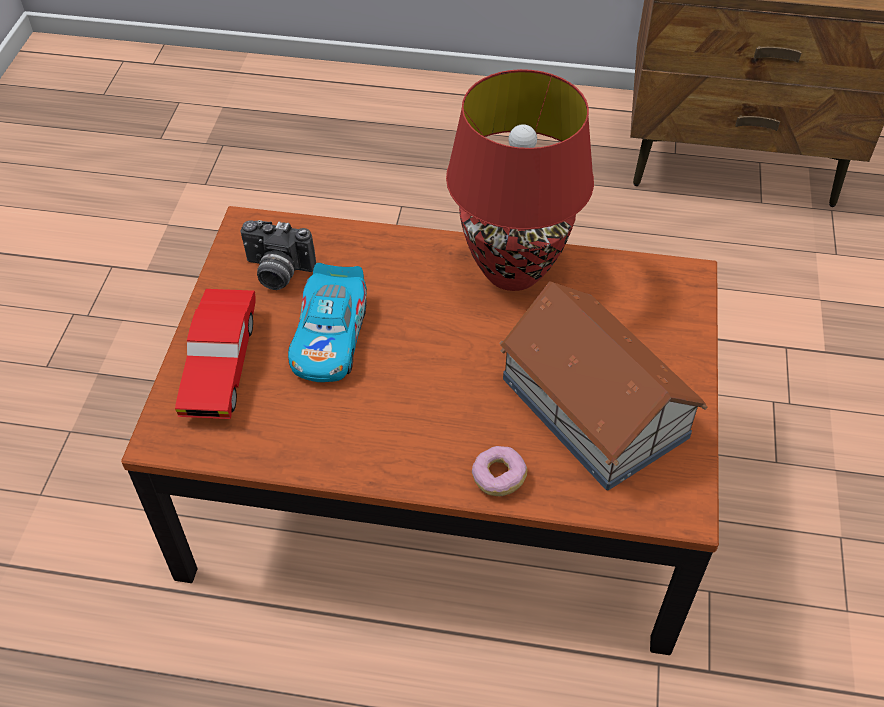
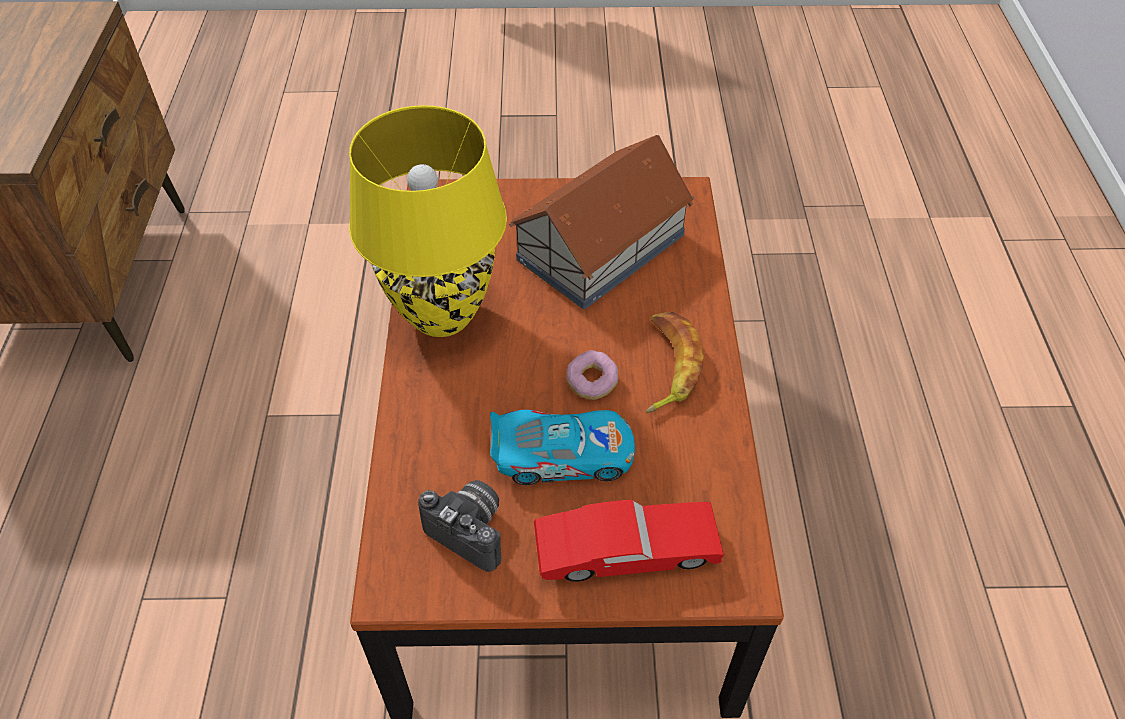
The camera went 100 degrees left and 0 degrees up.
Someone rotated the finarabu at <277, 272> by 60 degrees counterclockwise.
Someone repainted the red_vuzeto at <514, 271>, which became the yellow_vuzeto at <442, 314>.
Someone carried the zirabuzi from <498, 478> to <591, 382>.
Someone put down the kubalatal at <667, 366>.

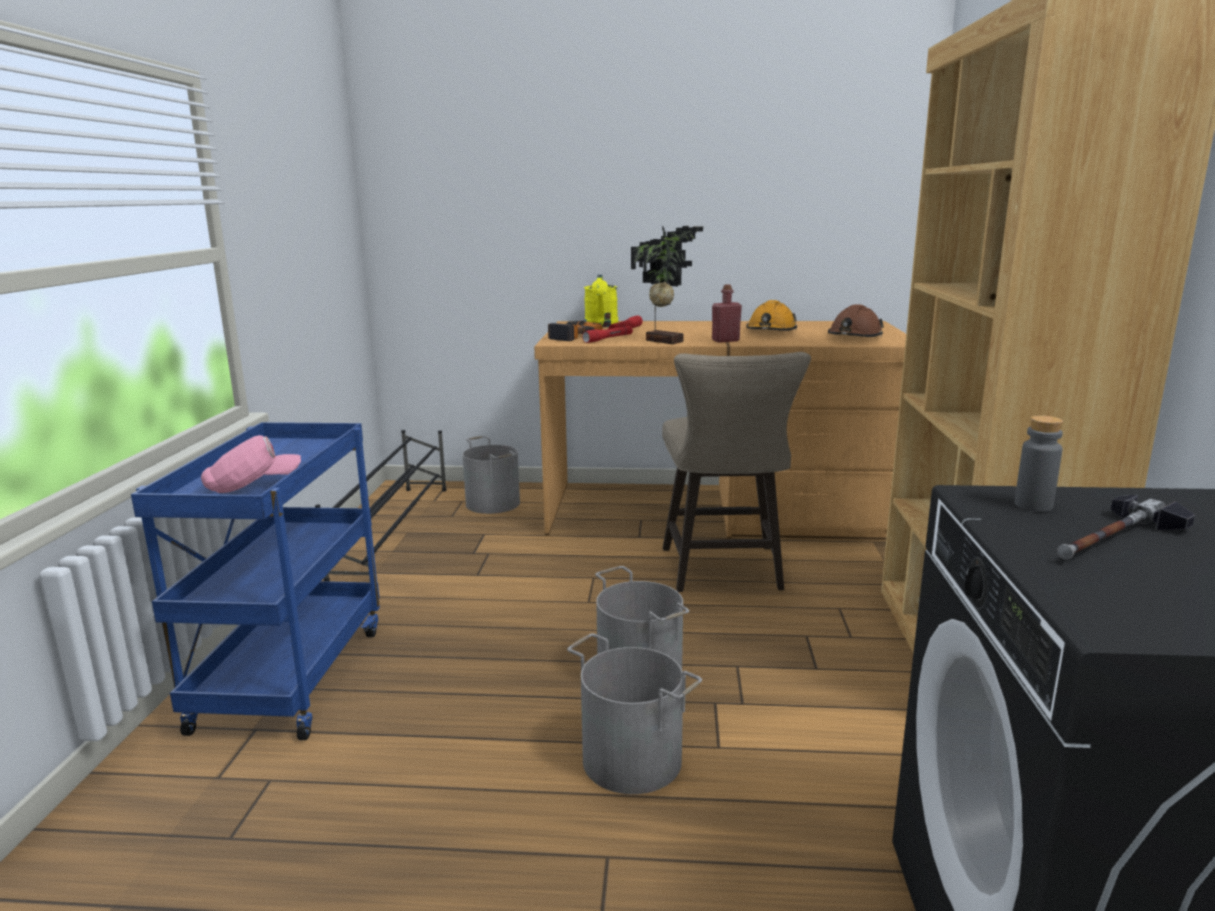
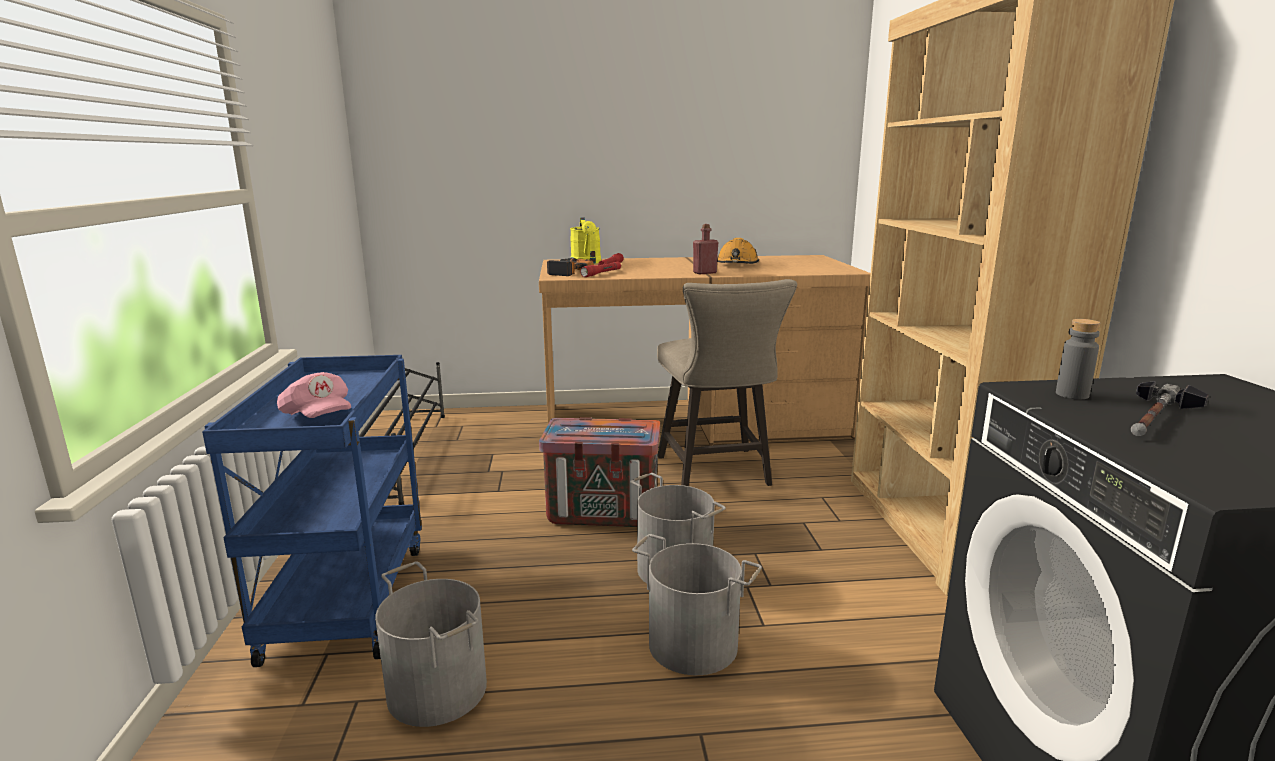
The camera went 10 degrees left and 0 degrees up.
Someone rotated the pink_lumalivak at <253, 486> by 75 degrees clockwise.
Someone carried the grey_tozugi from <493, 503> to <438, 689>.
Someone took away the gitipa at <665, 341>.
Someone took away the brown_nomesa at <854, 337>.
Someone put down the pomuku at <604, 512>.

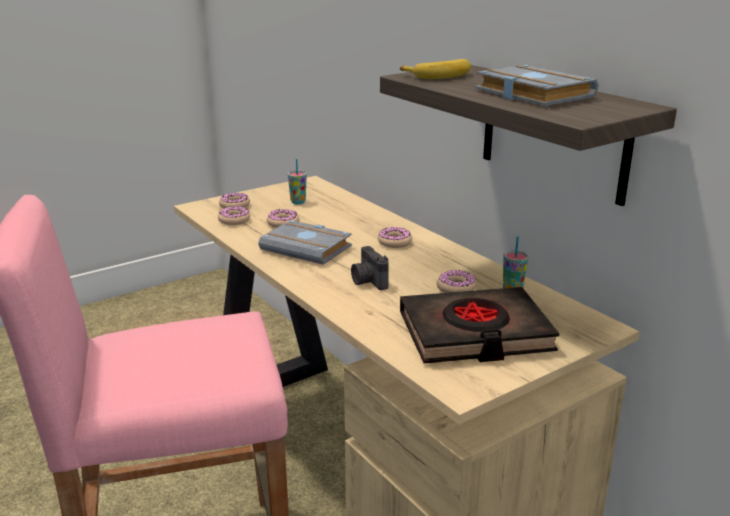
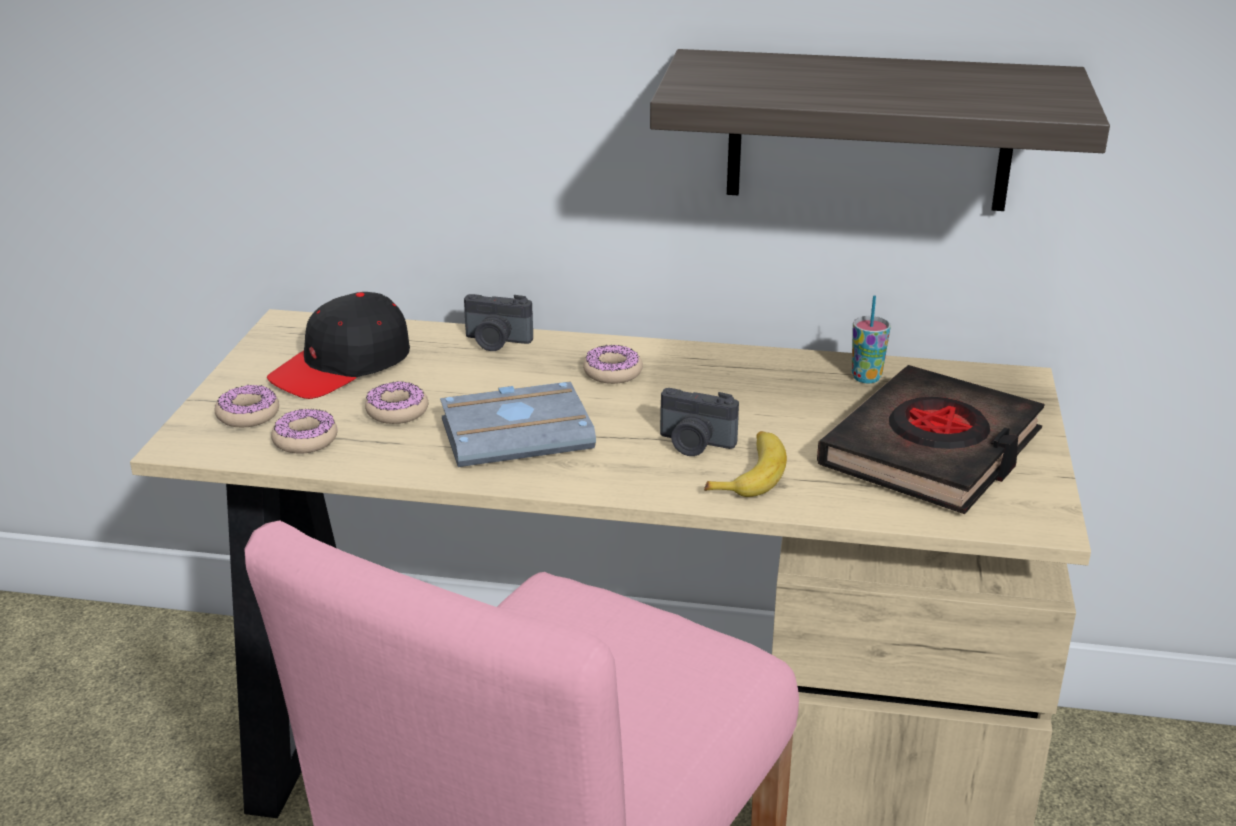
The camera went 45 degrees left and 5 degrees up.
Someone swapped the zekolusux at <298, 202> for the black_lumalivak at <342, 366>.
Someone carried the kubalatal from <440, 75> to <750, 473>.
Someone took away the zirabuzi at <456, 288>.
Someone took away the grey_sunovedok at <530, 94>.
Someone put down the finarabu at <496, 342>.

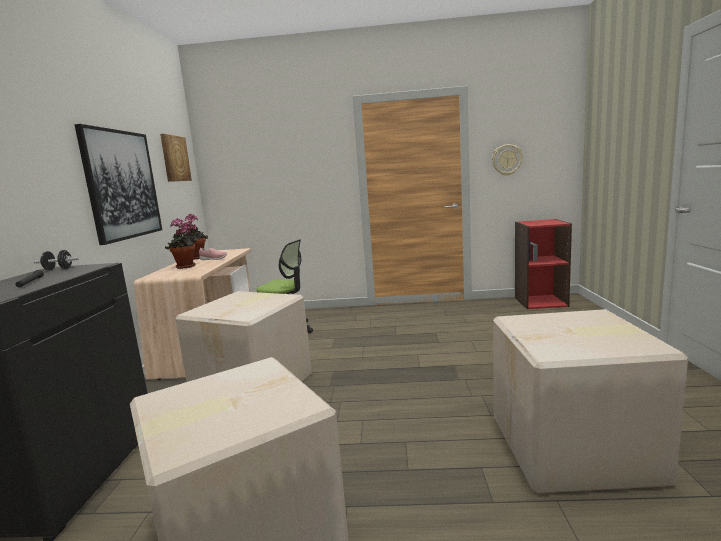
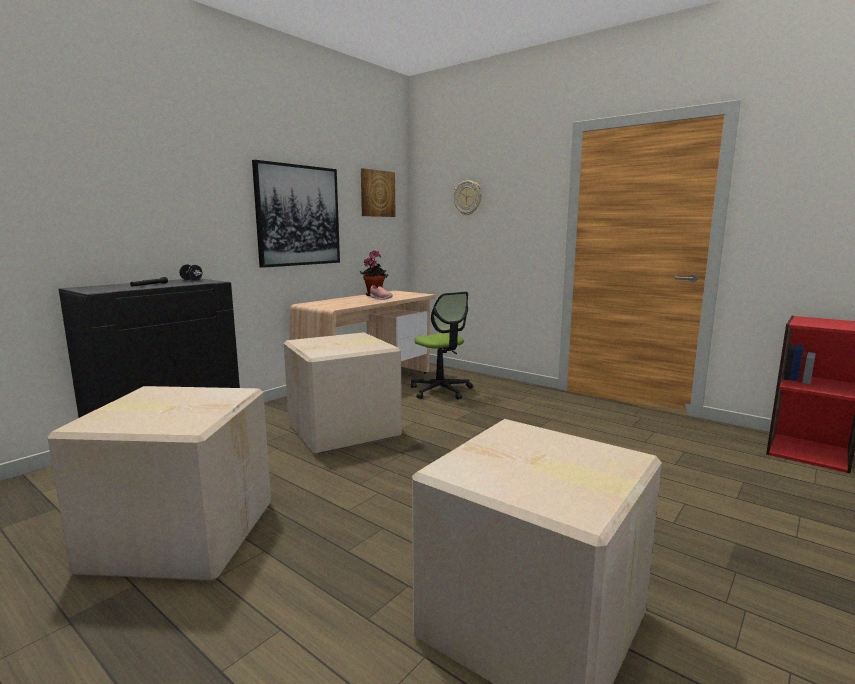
The camera went 35 degrees right and 0 degrees up.
Someone took away the gitipa at <185, 267>.
Someone carried the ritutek from <507, 160> to <468, 198>.

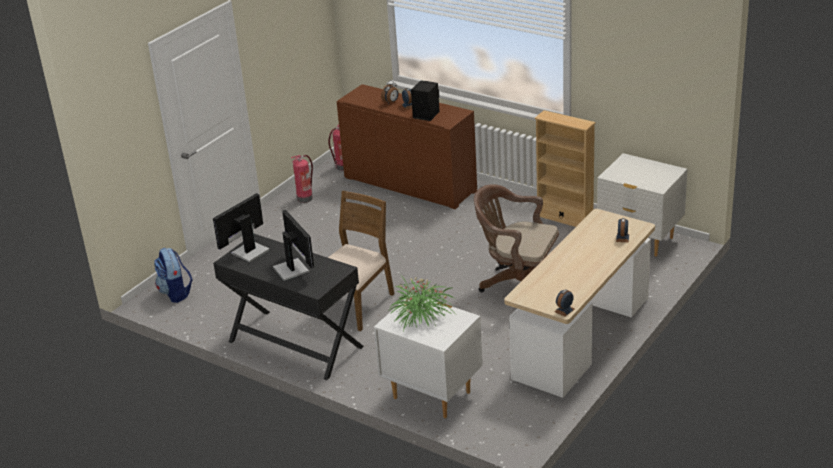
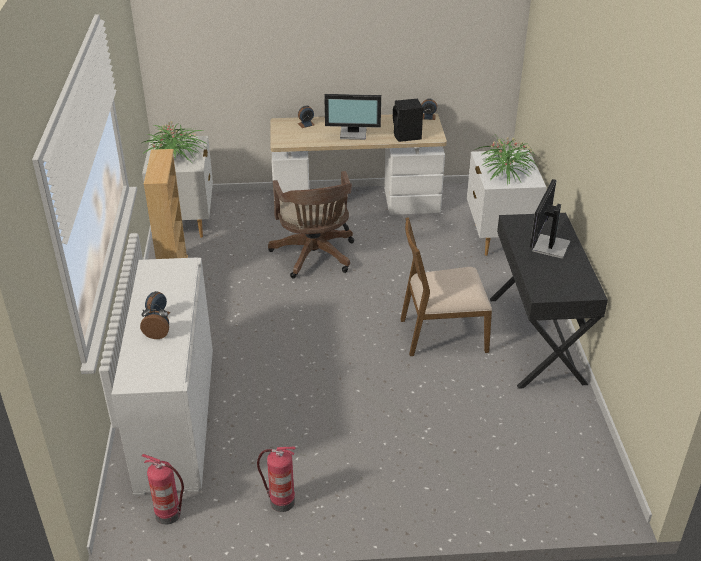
The camera went 130 degrees left and 5 degrees up.
Someone took away the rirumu at <176, 293>.
Someone carried the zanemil from <249, 251> to <353, 134>.
Someone repainted the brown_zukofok at <410, 184>, which became the white_zukofok at <176, 418>.
Someone carried the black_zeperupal from <425, 115> to <407, 136>.
Someone put down the gitipa at <174, 157>.

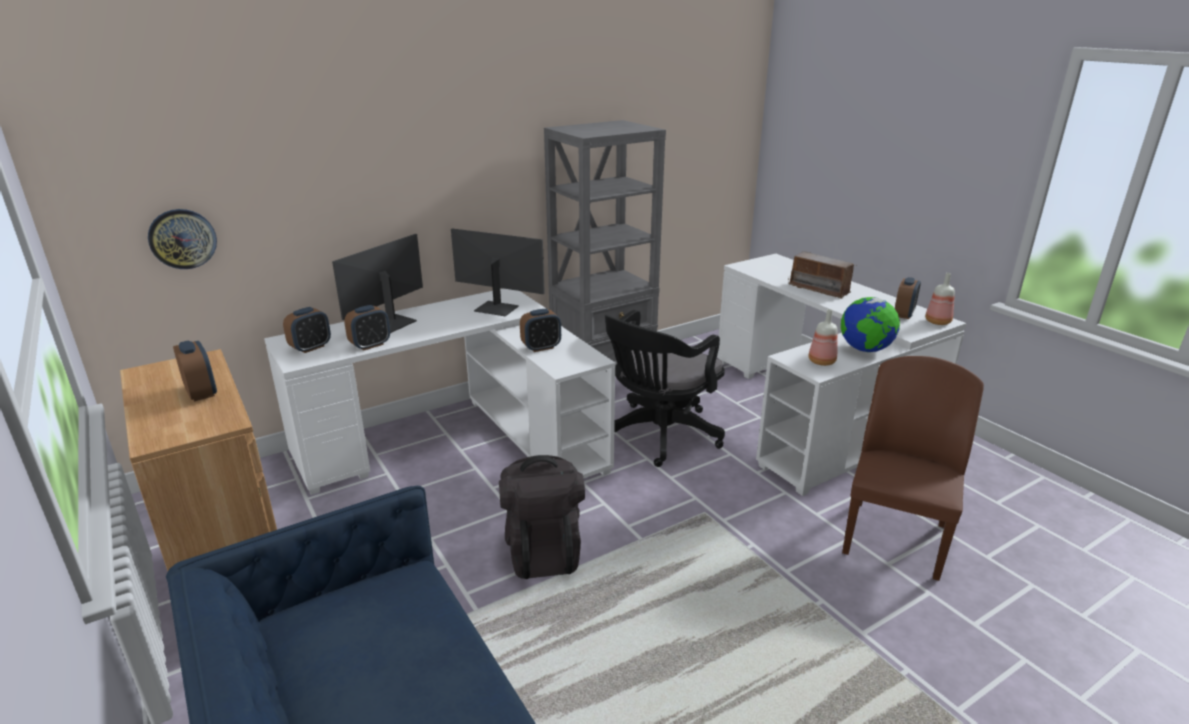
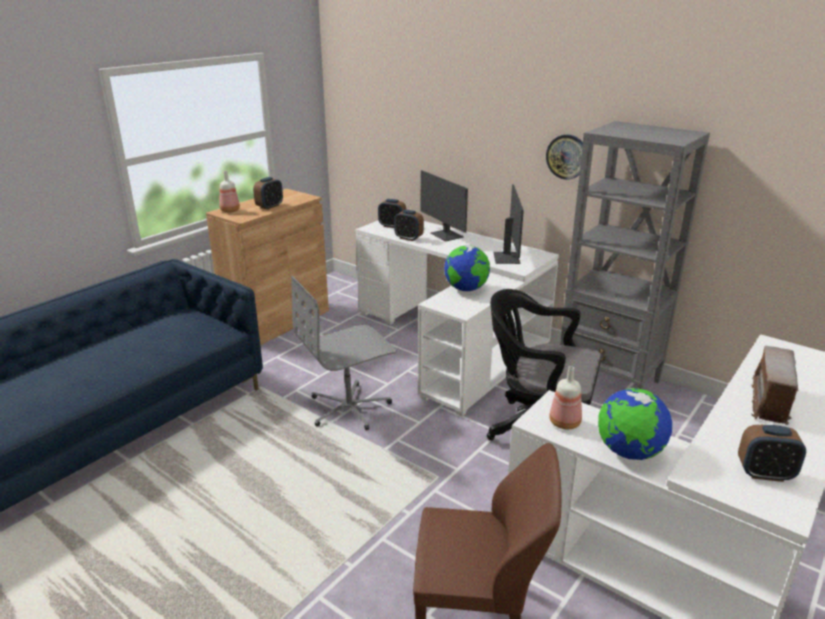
The camera went 70 degrees right and 0 degrees up.
Someone carried the ritutek from <182, 239> to <567, 156>.
Someone rotated the zanemil at <391, 323> by 135 degrees counterclockwise.
Someone swapped the black_rirumu at <543, 550> for the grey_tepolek at <349, 408>.
Someone swapped the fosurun at <541, 347> for the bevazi at <466, 289>.
Someone carried the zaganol from <938, 322> to <230, 211>.

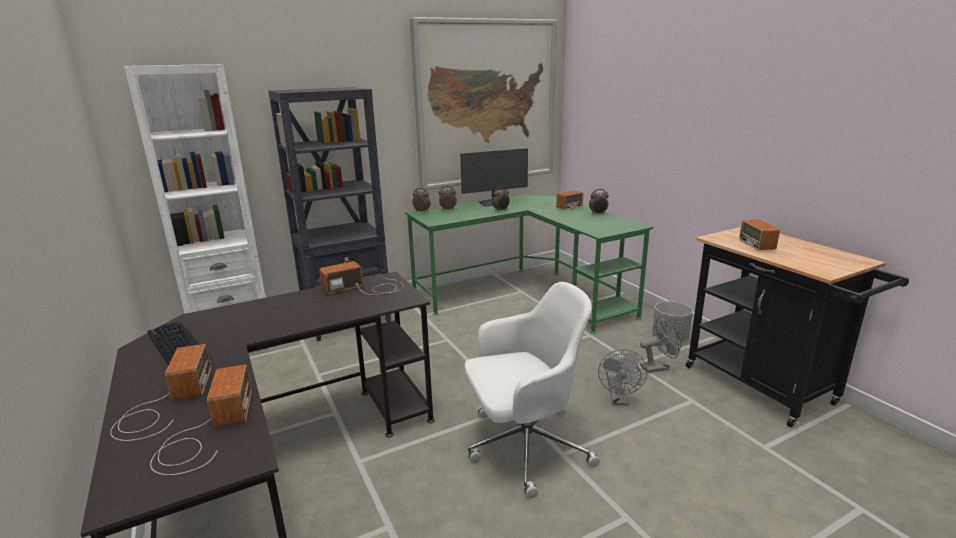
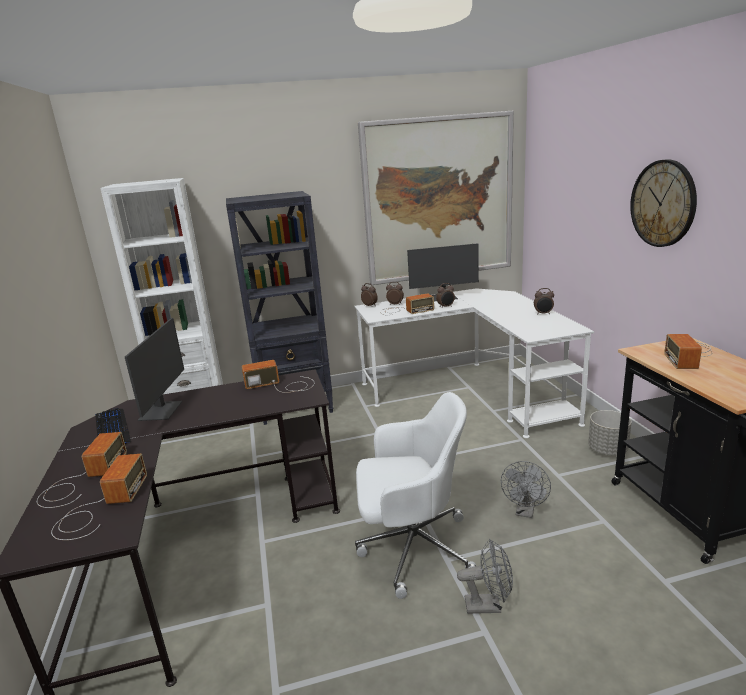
The camera went 15 degrees right and 0 degrees up.
Someone repainted the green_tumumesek at <525, 295>, which became the white_tumumesek at <471, 391>.
Someone carried the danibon from <553, 207> to <404, 311>.
Someone carried the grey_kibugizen from <658, 367> to <488, 605>.
Someone put down the zanemil at <162, 410>.
Someone put up the ritutek at <663, 203>.

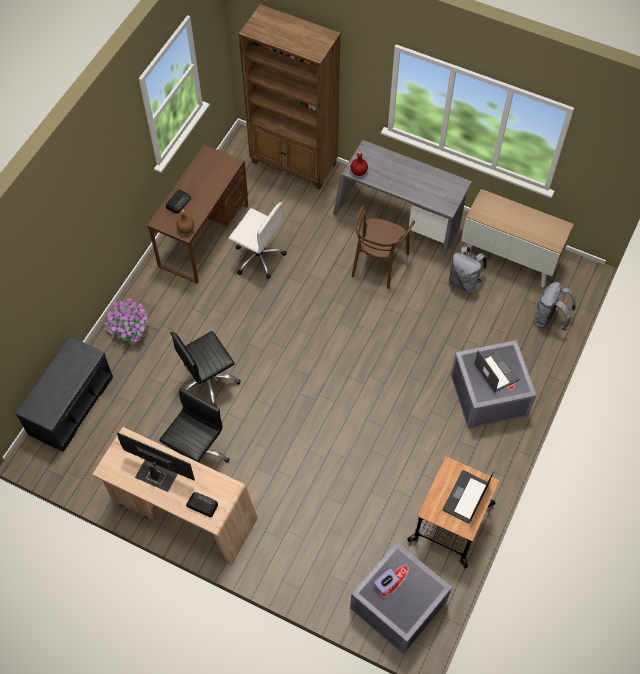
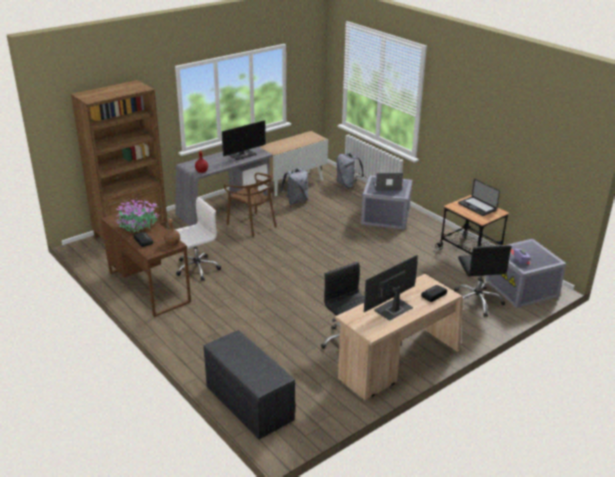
The camera went 65 degrees left and 30 degrees down.
Someone carried the gitipa from <129, 329> to <138, 226>.
Someone carried the black_tepolek from <208, 381> to <477, 301>.
Someone put down the zanemil at <243, 155>.

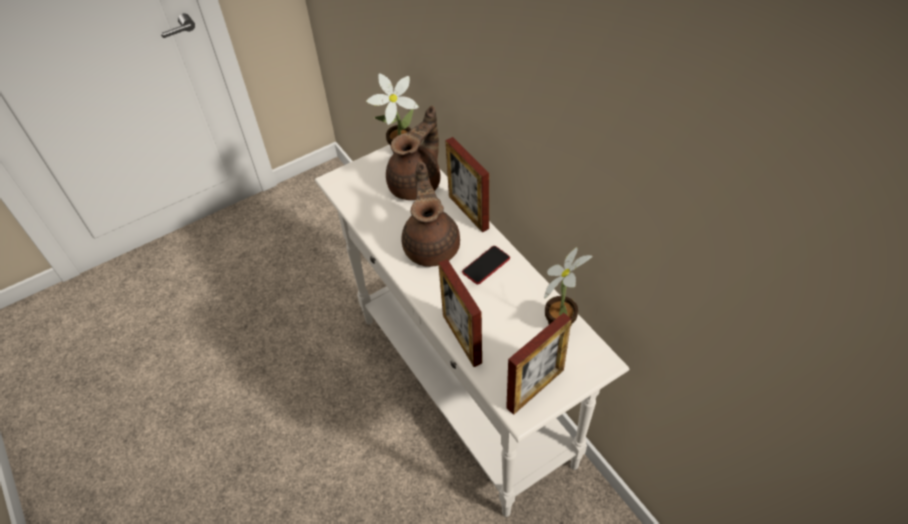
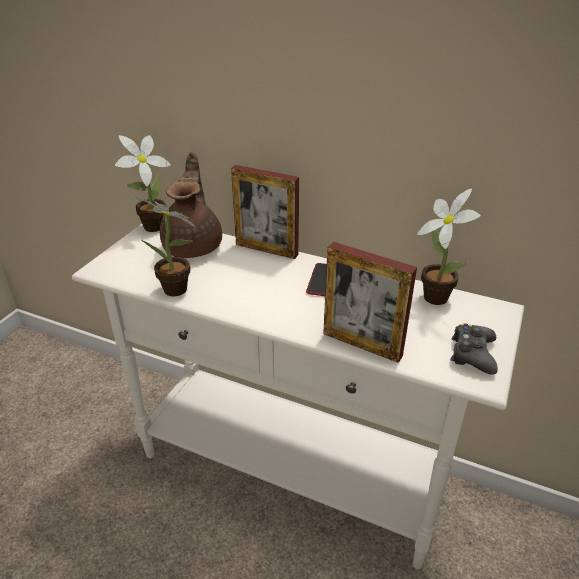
The camera went 35 degrees left and 15 degrees down.
Someone took away the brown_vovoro at <432, 245>.
Someone swapped the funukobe at <535, 388> for the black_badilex at <472, 354>.
Someone put down the gitipa at <178, 291>.

